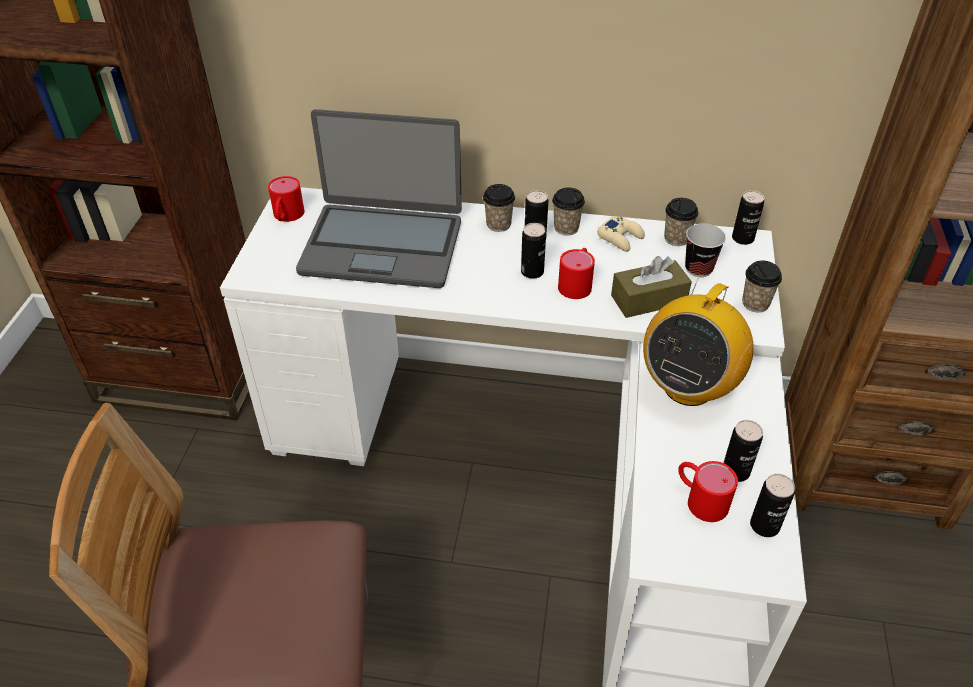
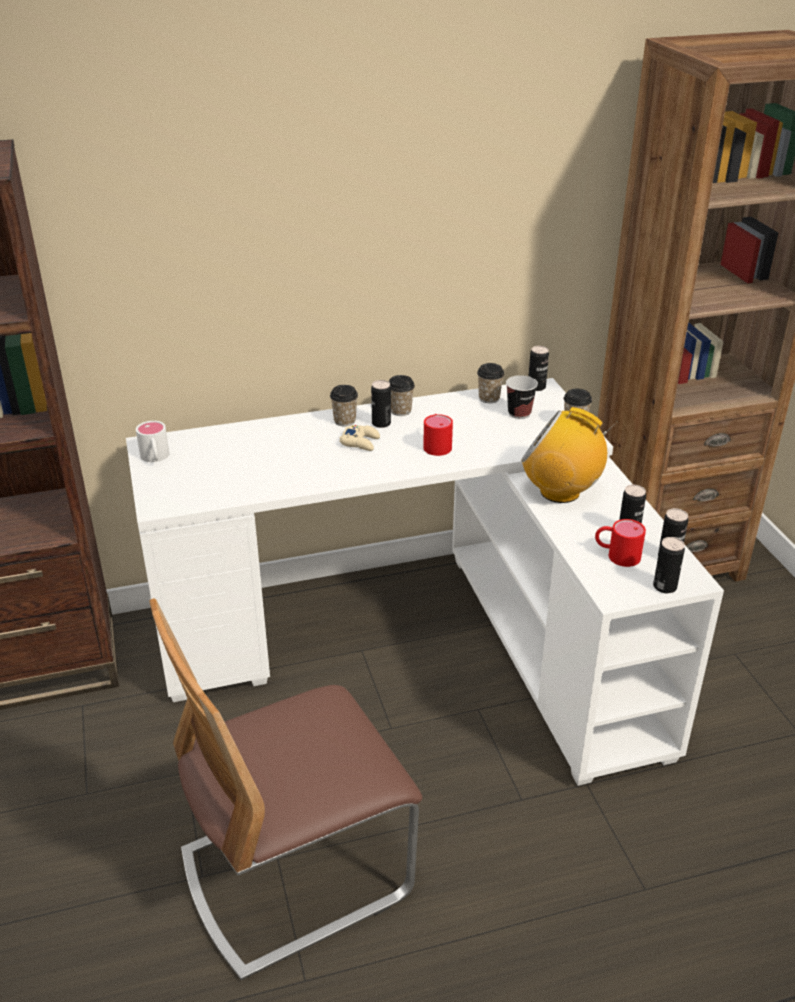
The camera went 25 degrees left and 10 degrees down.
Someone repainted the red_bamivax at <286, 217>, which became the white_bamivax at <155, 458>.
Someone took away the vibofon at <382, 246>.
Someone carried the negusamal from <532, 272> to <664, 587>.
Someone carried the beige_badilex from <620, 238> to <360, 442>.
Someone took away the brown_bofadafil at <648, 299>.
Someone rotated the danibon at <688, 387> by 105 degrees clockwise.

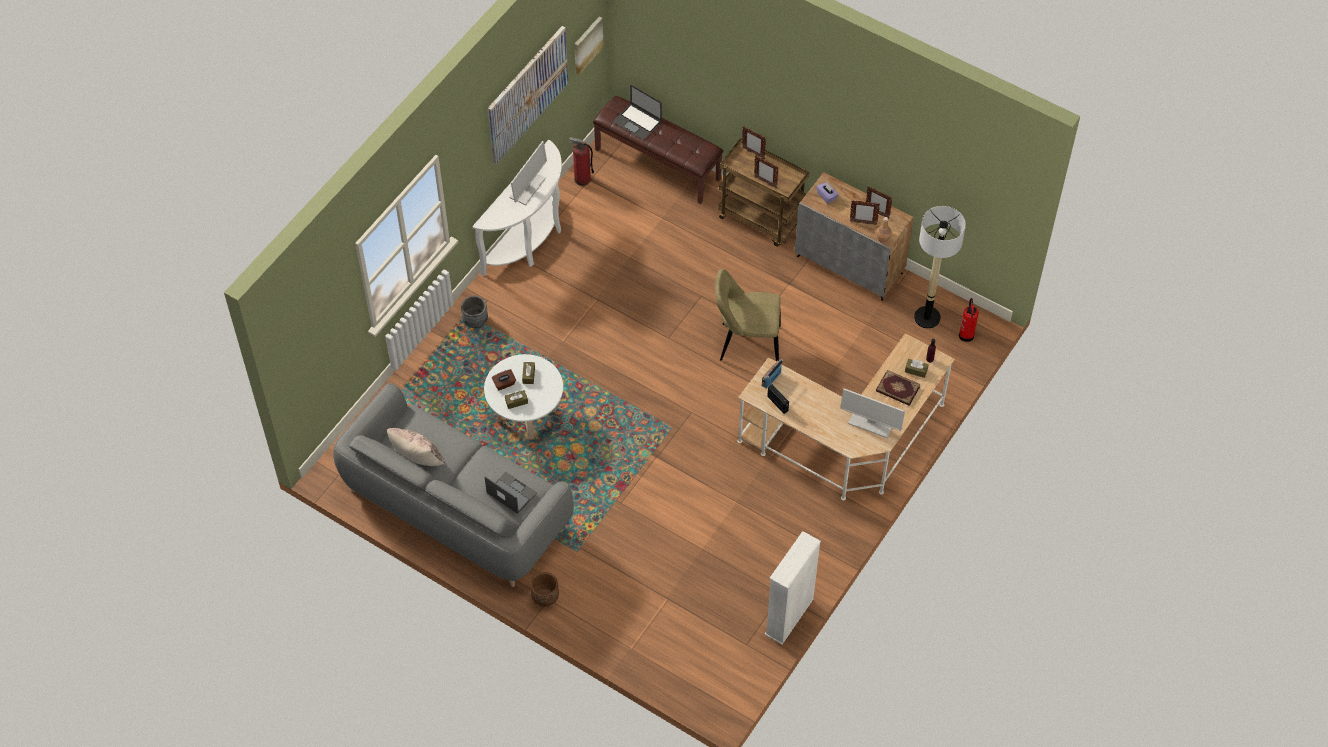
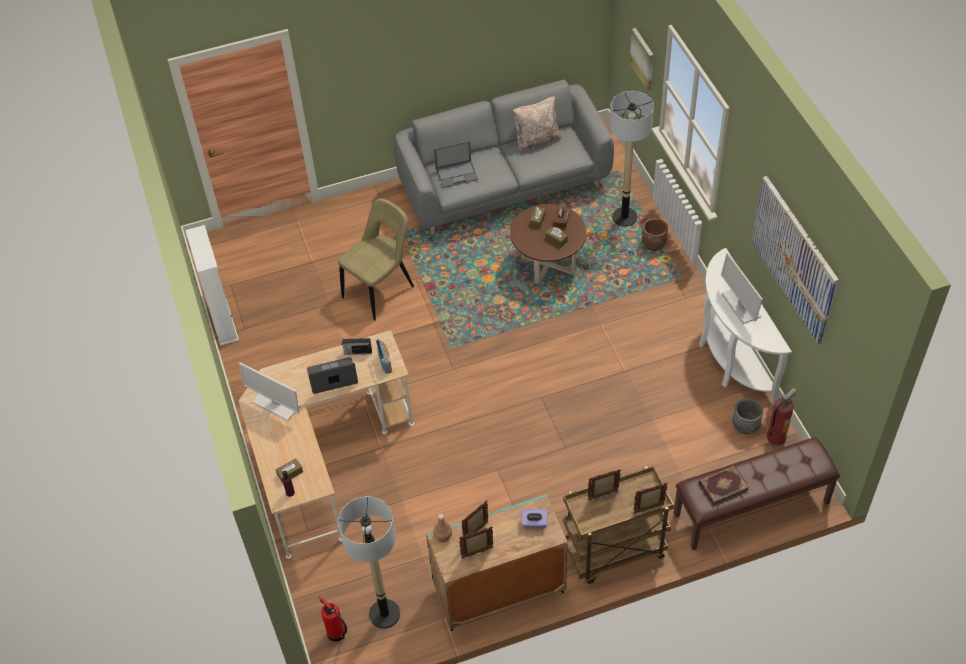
The camera went 130 degrees right and 5 degrees down.
Someone carried the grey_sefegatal from <475, 321> to <745, 426>.
Someone repainted the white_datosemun at <526, 415>, which became the brown_datosemun at <548, 264>.
Someone carried the brown_sefegatal from <545, 597> to <653, 244>.
Someone carried the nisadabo from <587, 44> to <643, 58>.
Someone carried the vibofon from <637, 122> to <332, 376>.
Someone carried the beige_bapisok from <746, 343> to <381, 290>.
Someone repainted the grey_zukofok at <850, 265>, which became the turquoise_zukofok at <499, 591>.
Someone rotated the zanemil at <870, 423> by 120 degrees counterclockwise.
Someone carried the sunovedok from <897, 389> to <723, 485>.
Someone put down the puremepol at <624, 217>.

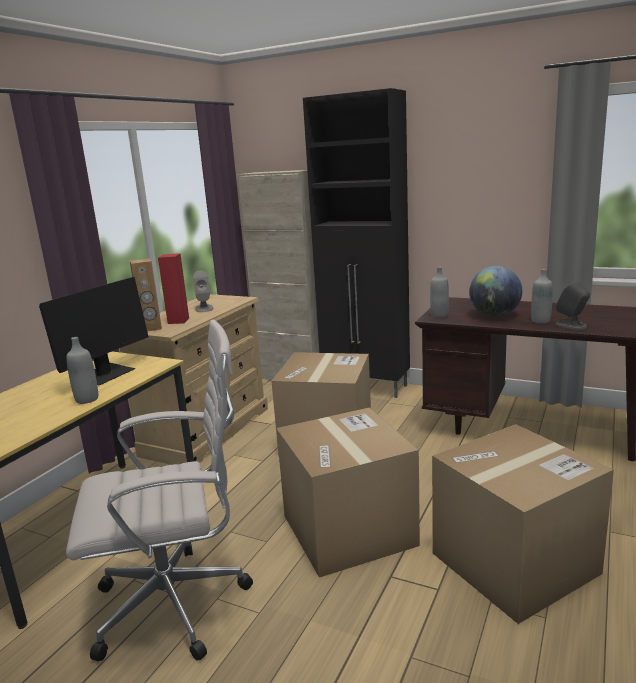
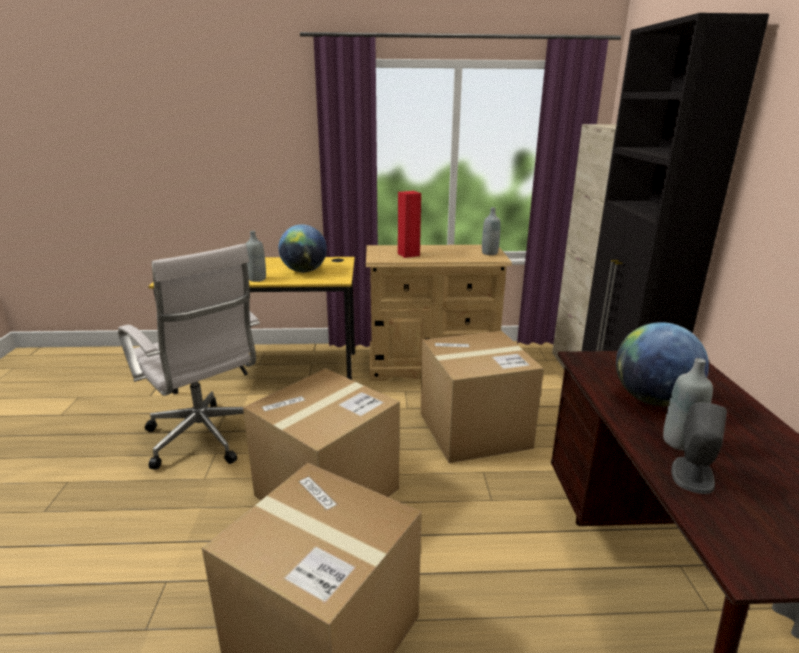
The camera went 60 degrees right and 5 degrees up.
Someone swapped the zanemil at <105, 375> for the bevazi at <304, 271>.
Someone took away the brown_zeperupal at <151, 328>.
Someone took away the grey_zeperupal at <204, 308>.
Someone carried the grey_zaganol from <439, 315> to <489, 253>.

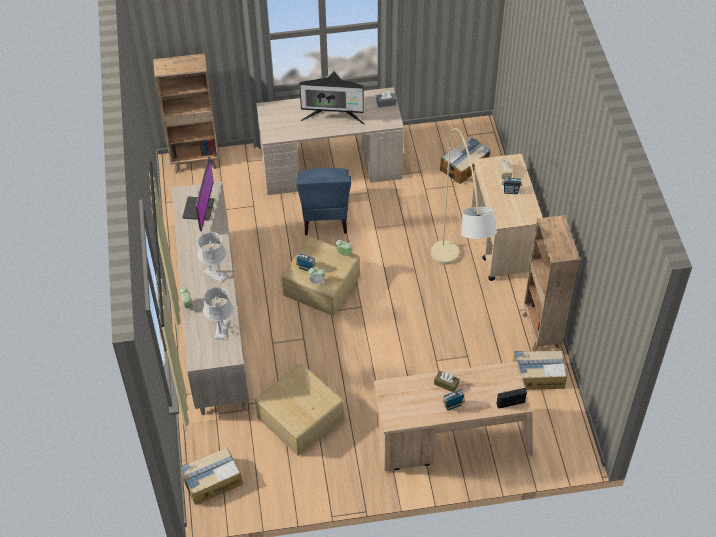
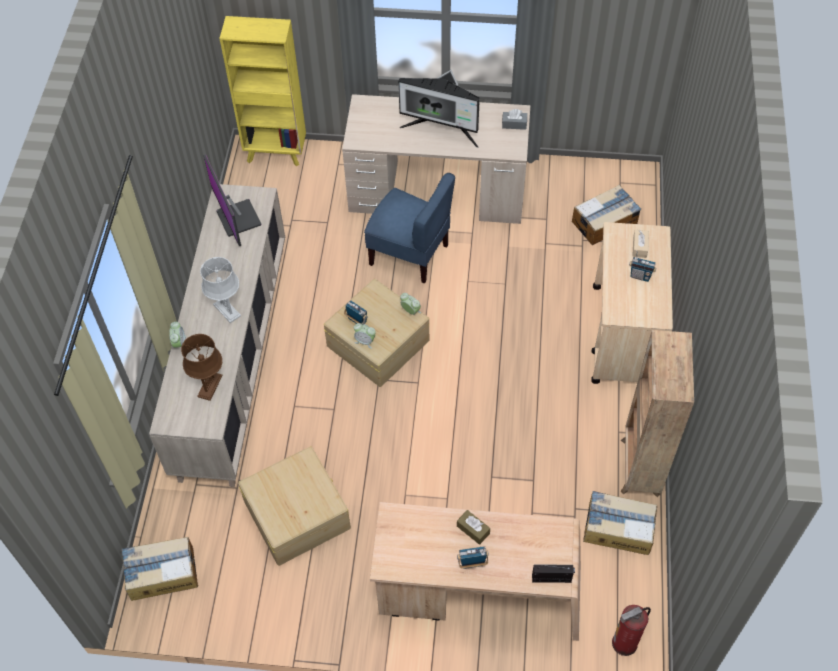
The camera went 15 degrees right and 5 degrees up.
Someone repainted the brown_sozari at <195, 162>, which became the yellow_sozari at <276, 153>.
Someone rotated the zanemil at <199, 208> by 135 degrees clockwise.
Someone repainted the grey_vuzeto at <221, 329>, which became the brown_vuzeto at <210, 385>.
Someone rotated the blue_bapisok at <325, 217> by 75 degrees counterclockwise.
Someone took away the beige_puremepol at <457, 295>.
Someone put down the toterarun at <624, 643>.

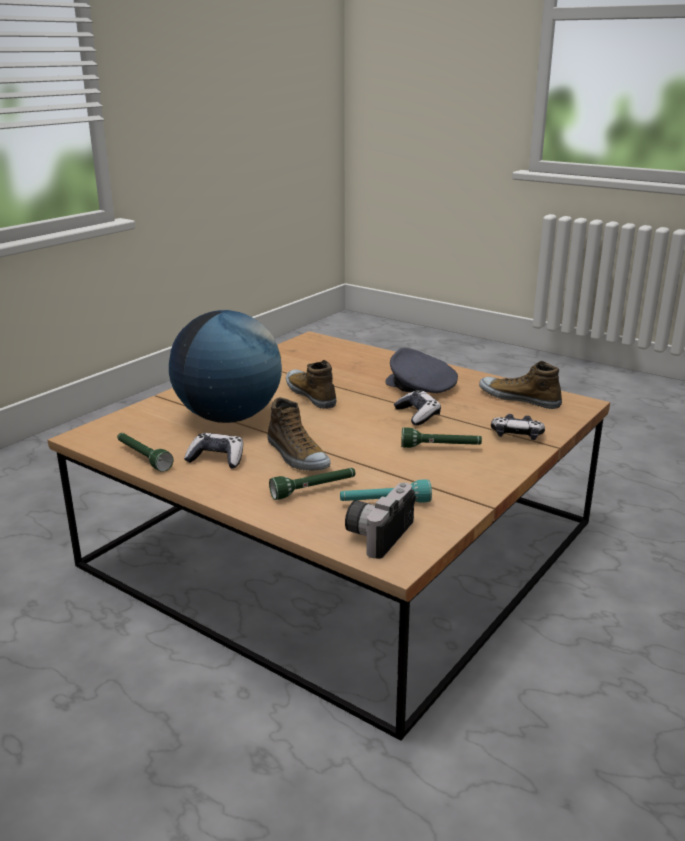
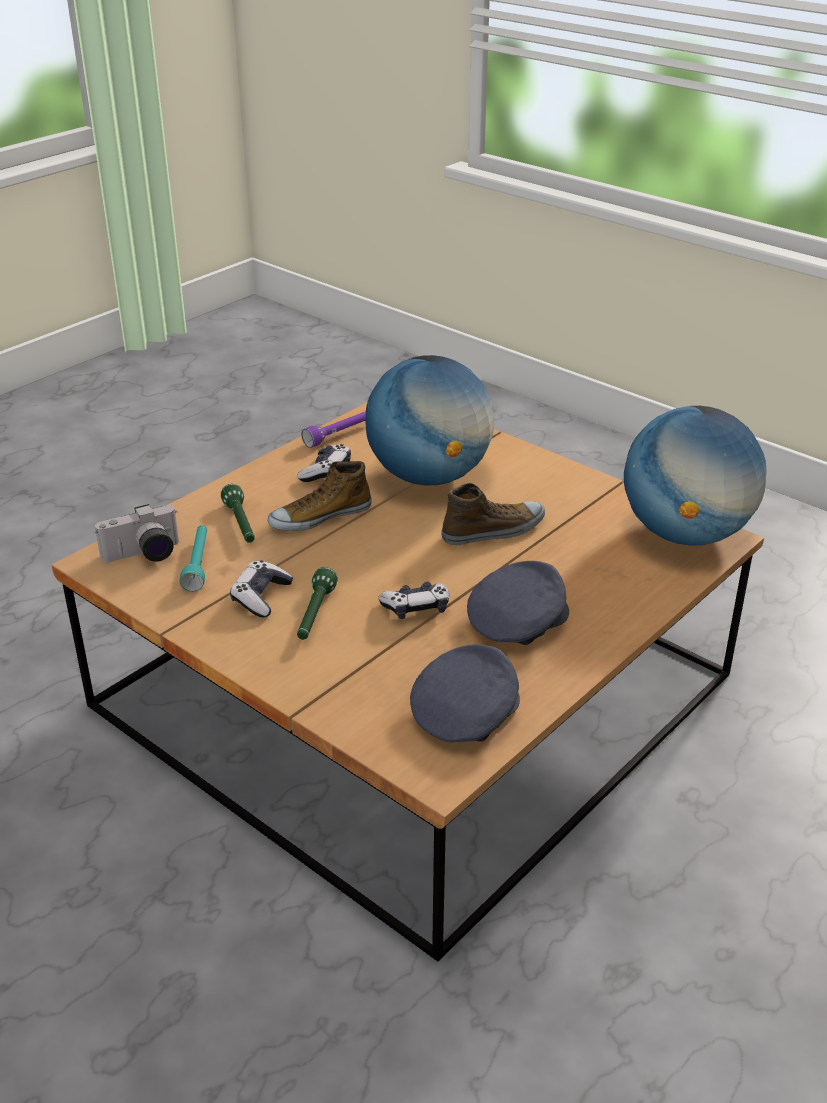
The camera went 95 degrees right and 10 degrees up.
Someone repainted the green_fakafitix at <143, 458>, which became the purple_fakafitix at <339, 434>.
Someone rotated the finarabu at <377, 533> by 120 degrees clockwise.
Someone swapped the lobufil at <519, 398> for the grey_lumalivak at <465, 712>.
Someone carried the badilex from <516, 435> to <261, 597>.
Someone put down the bevazi at <685, 534>.

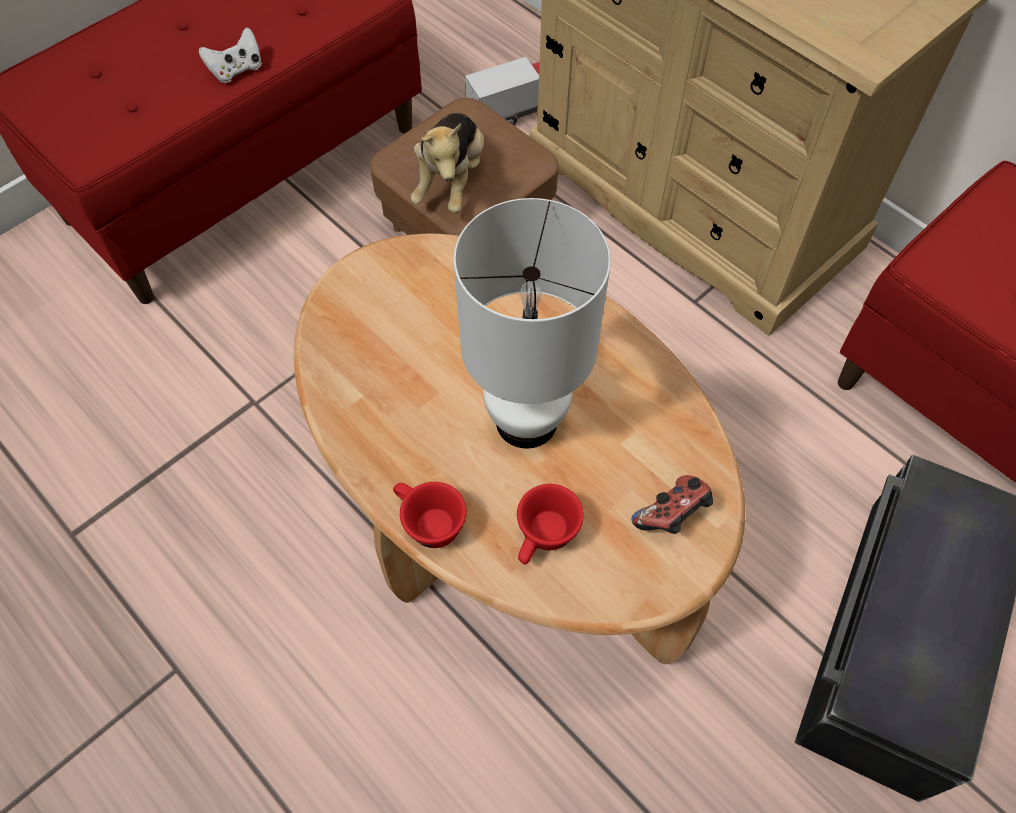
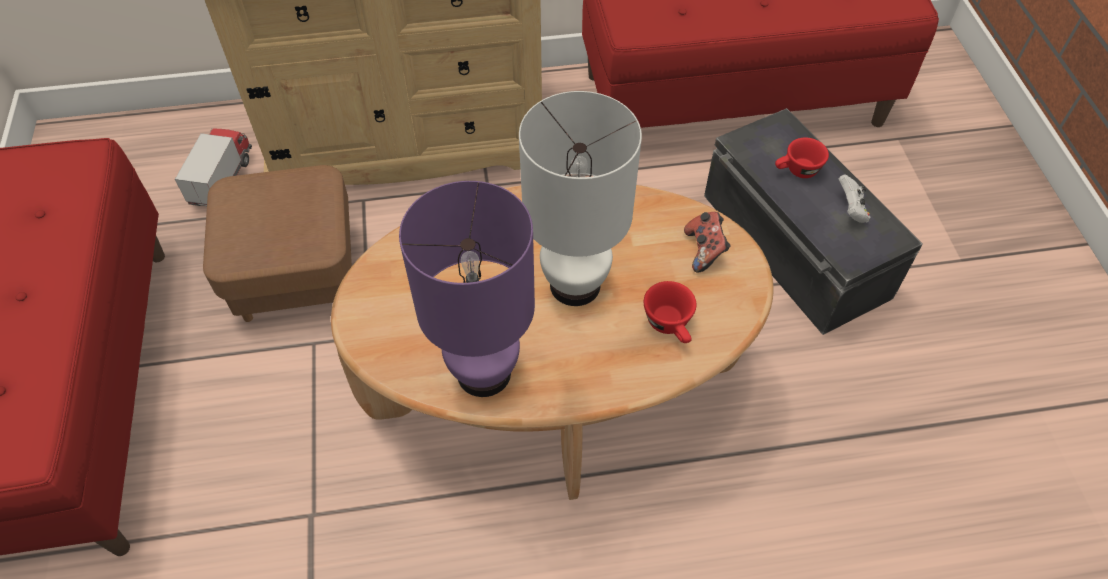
The camera went 55 degrees left and 5 degrees down.
Someone carried the white_badilex from <237, 70> to <851, 210>.
Someone carried the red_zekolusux from <427, 523> to <797, 171>.
Someone took away the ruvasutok at <451, 181>.
Someone put down the purple_vuzeto at <483, 374>.

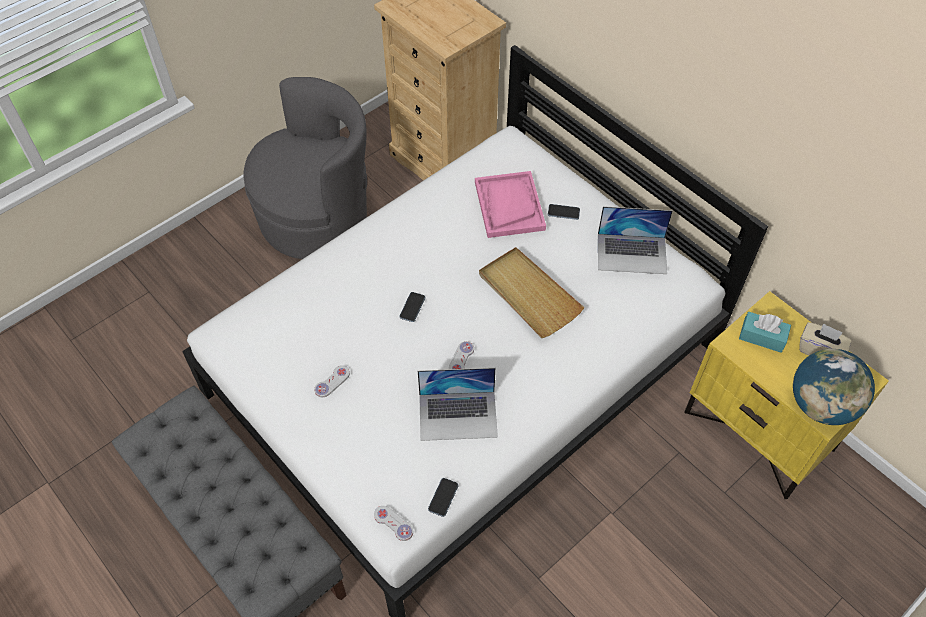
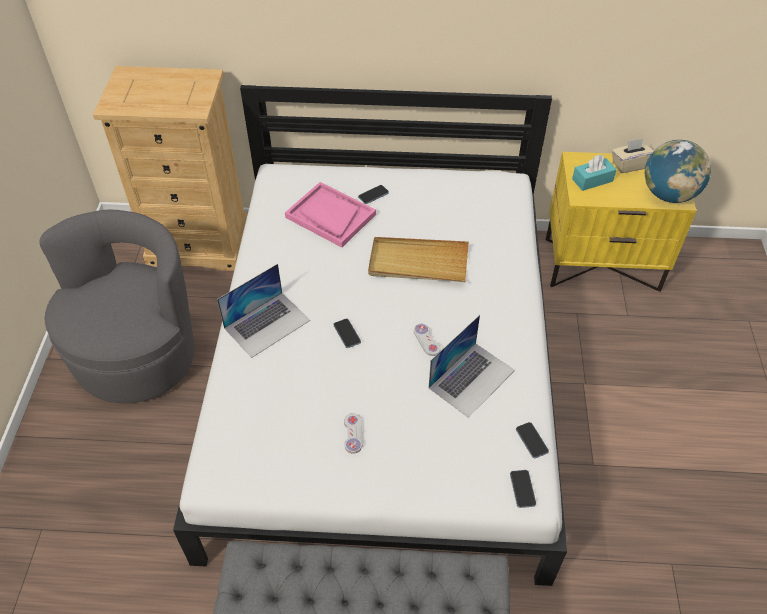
The camera went 45 degrees left and 5 degrees down.
Someone swapped the white_badilex at <393, 523> for the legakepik at <522, 489>.
Someone carried the vibofon from <632, 253> to <267, 324>.

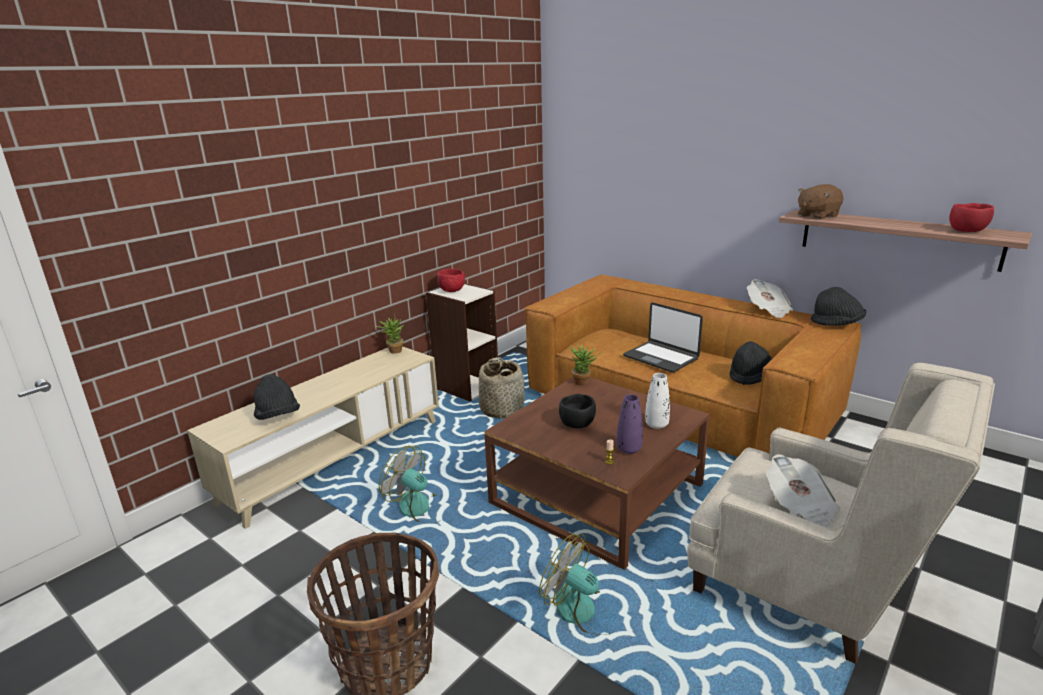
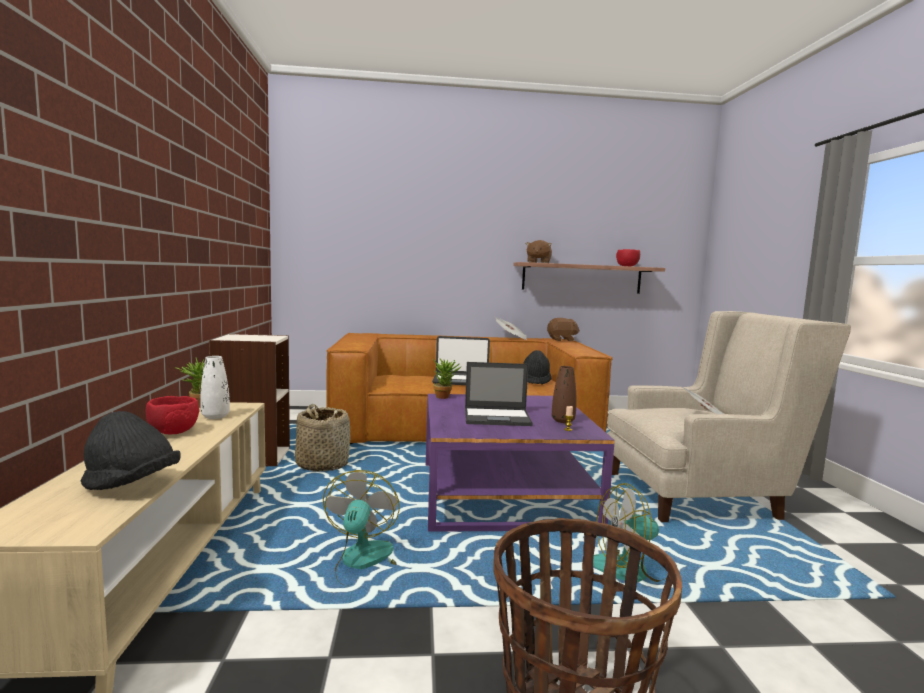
The camera went 45 degrees left and 15 degrees down.
Someone rotated the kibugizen at <421, 508> by 105 degrees clockwise.
Someone carried the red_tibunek from <451, 291> to <173, 432>.
Someone repainted the brown_datosemun at <597, 494>, which became the purple_datosemun at <504, 493>.
Someone swapped the black_tibunek at <578, 425> for the vibofon at <498, 417>.
Someone repainted the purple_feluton at <629, 449>, which became the brown_feluton at <563, 421>.
Someone carried the white_feluton from <656, 425> to <215, 416>.
Someone swapped the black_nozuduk at <836, 324> for the brown_ruvasutok at <562, 340>.

